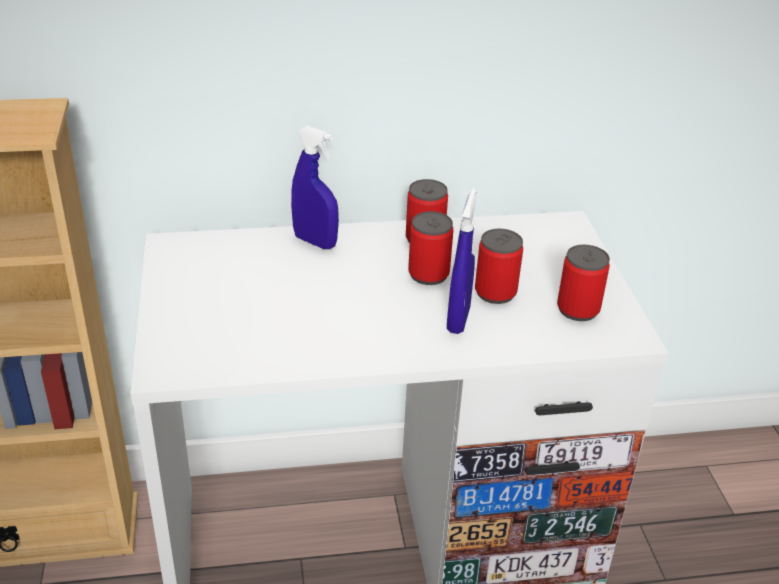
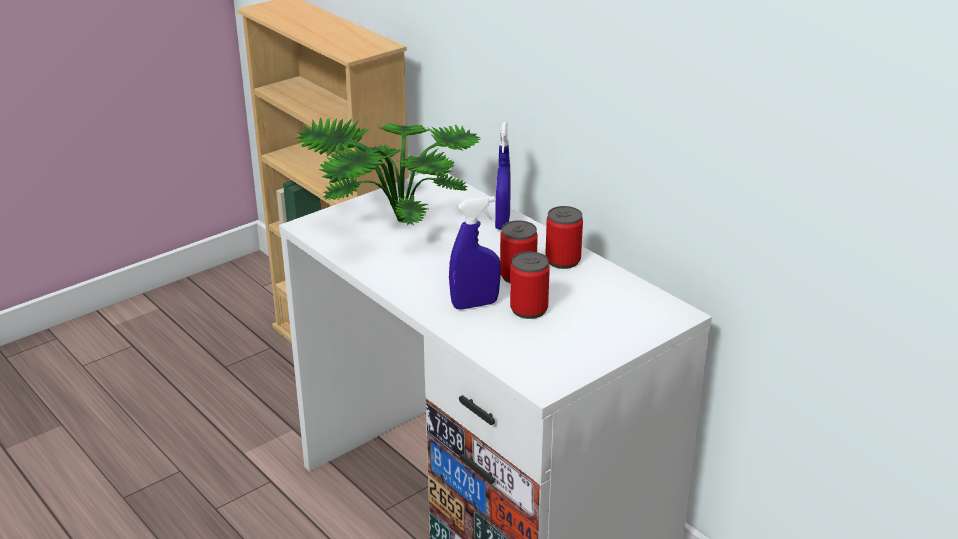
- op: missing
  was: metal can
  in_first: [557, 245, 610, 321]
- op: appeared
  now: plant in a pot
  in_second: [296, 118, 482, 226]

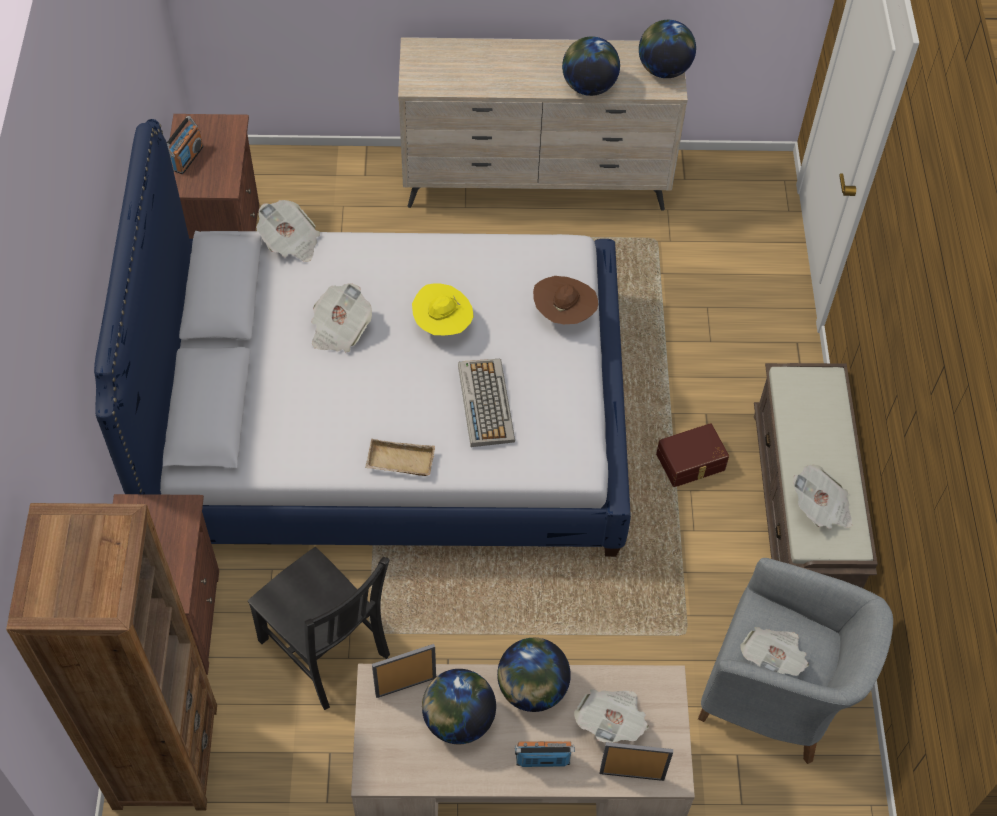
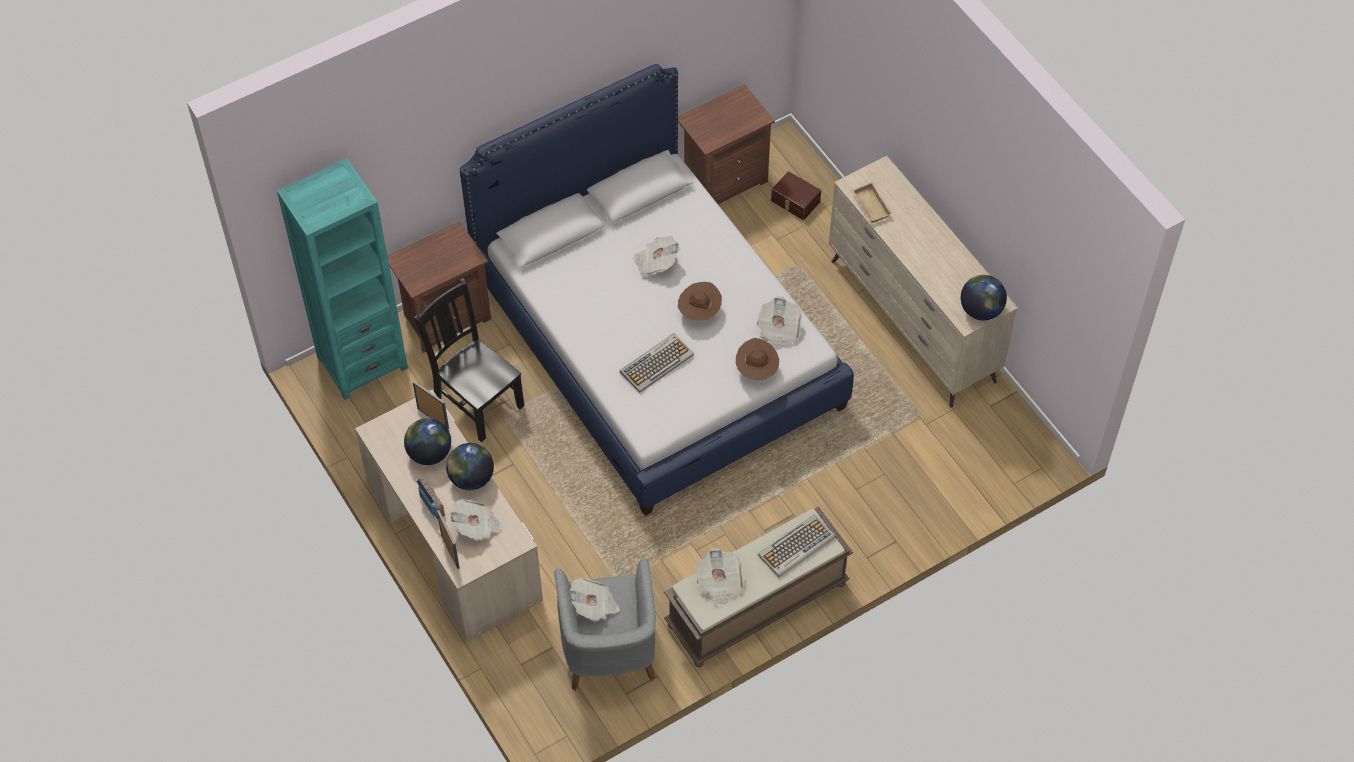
- op: missing
  was: world globe
  in_first: [562, 36, 620, 96]
- op: missing
  was: radio receiver
  in_first: [167, 116, 204, 174]
- op: relocated
  was: printed paper
  in_first: [256, 200, 320, 262]
  in_second: [757, 296, 802, 350]
- op: colour
  was: yellow-coloured hat
  now: brown-coloured hat
  in_first: [412, 283, 474, 335]
  in_second: [678, 282, 722, 321]
- op: relocated
  was: brown-coloured storage container
  in_first: [656, 423, 729, 487]
  in_second: [771, 171, 821, 220]
- op: relocated
  was: sand-coloured tray
  in_first: [365, 439, 435, 476]
  in_second: [851, 183, 892, 223]
- op: colour
  was: brown-coloured bookshelf
  now: blue-green bookshelf
  in_first: [6, 503, 217, 810]
  in_second: [277, 158, 408, 400]
- op: spun
  was: blackish plain chair
  in_first: [248, 547, 390, 710]
  in_second: [414, 278, 524, 442]
  clockwise: 120
- op: appeared
  now: keyboard
  in_second: [758, 514, 835, 578]

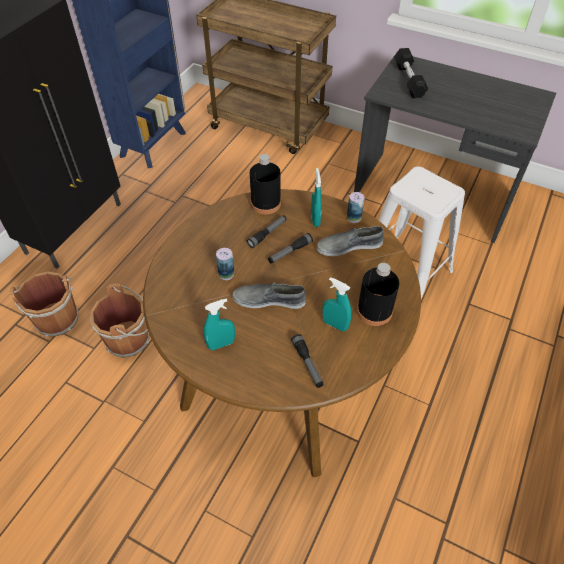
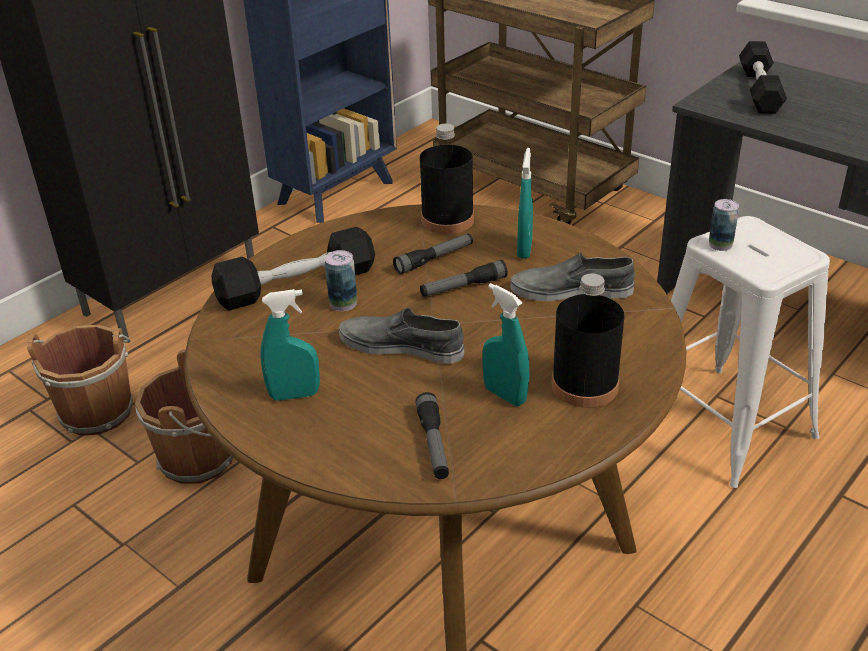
- op: relocated
  was: metal can
  in_first: [347, 192, 364, 223]
  in_second: [709, 199, 739, 251]
- op: appeared
  now: blackish free weight
  in_second: [212, 227, 375, 311]

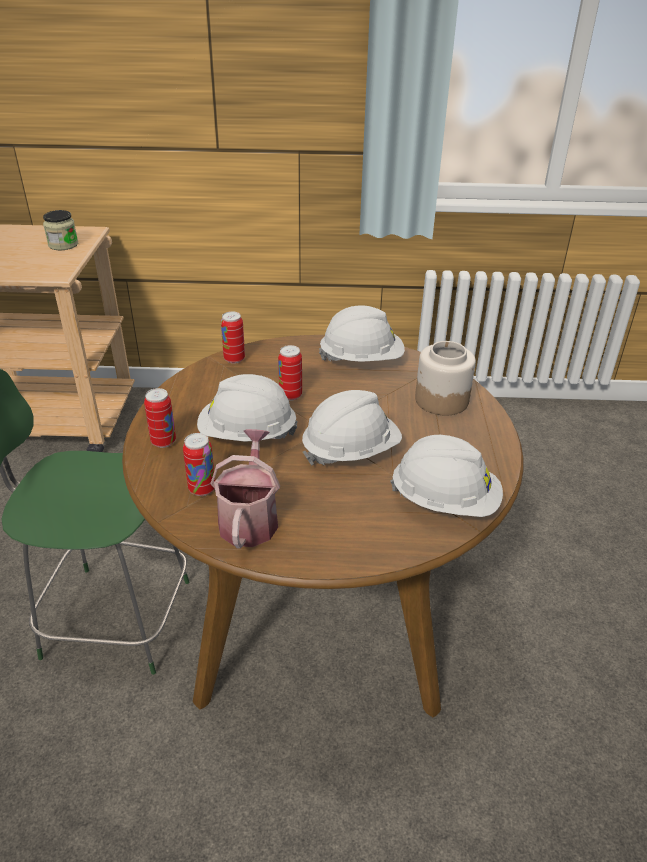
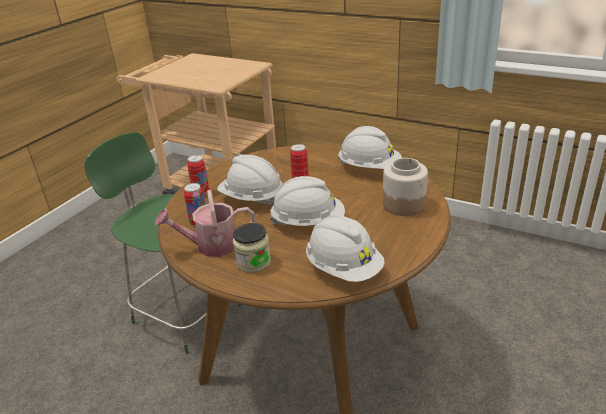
- op: relocated
  was: preserve jar
  in_first: [43, 210, 78, 250]
  in_second: [233, 223, 271, 273]
- op: missing
  was: metal can
  in_first: [221, 311, 245, 364]
- op: spun
  was: watering can
  in_first: [210, 429, 280, 549]
  in_second: [155, 190, 255, 257]
  clockwise: -135

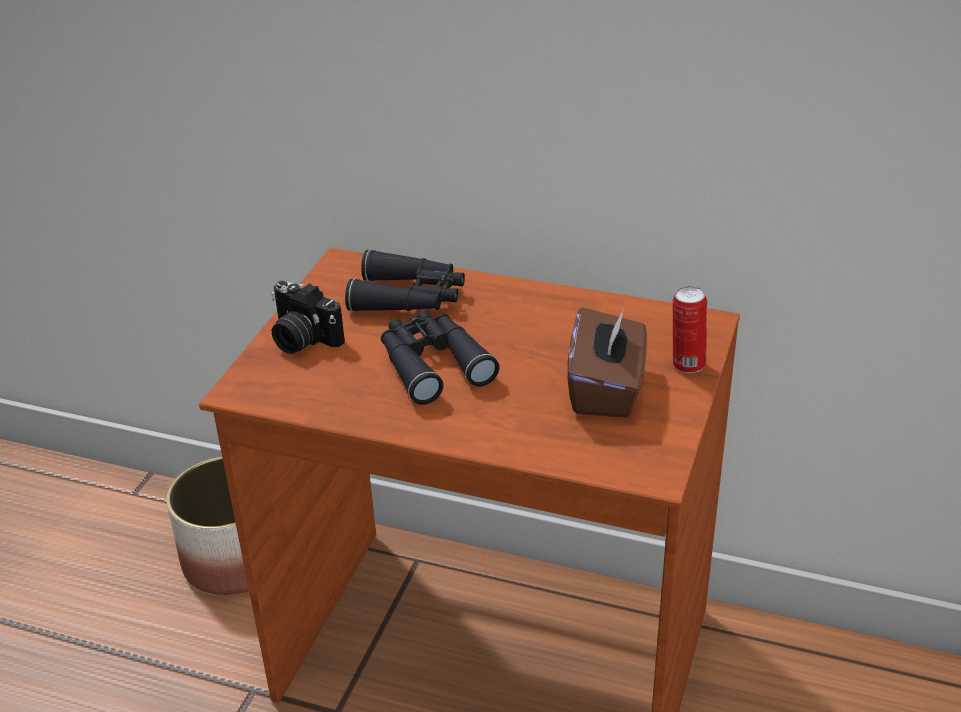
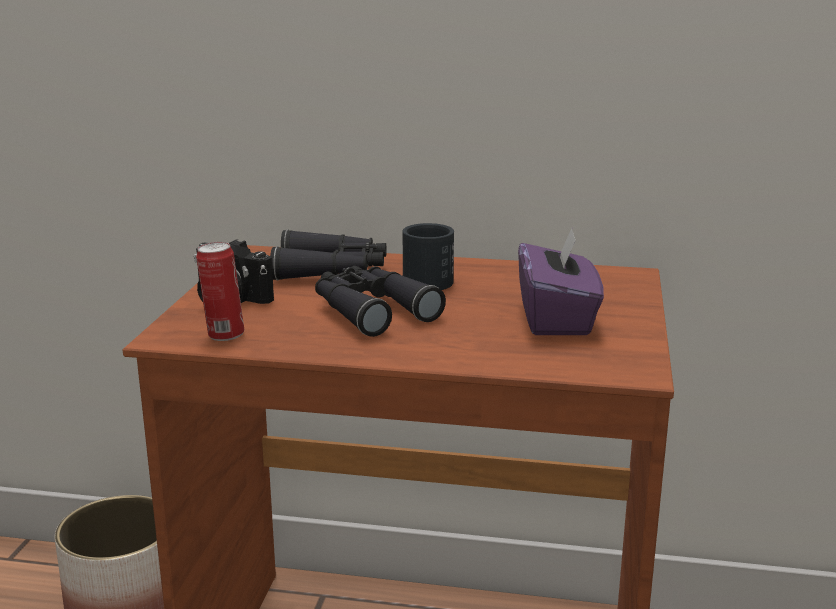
- op: relocated
  was: metal can
  in_first: [673, 286, 707, 373]
  in_second: [196, 242, 244, 341]
- op: colour
  was: brown-coloured tissue box
  now: purplish tissue box
  in_first: [567, 307, 647, 418]
  in_second: [518, 226, 604, 335]
- op: appeared
  now: blackish mug
  in_second: [402, 223, 454, 290]

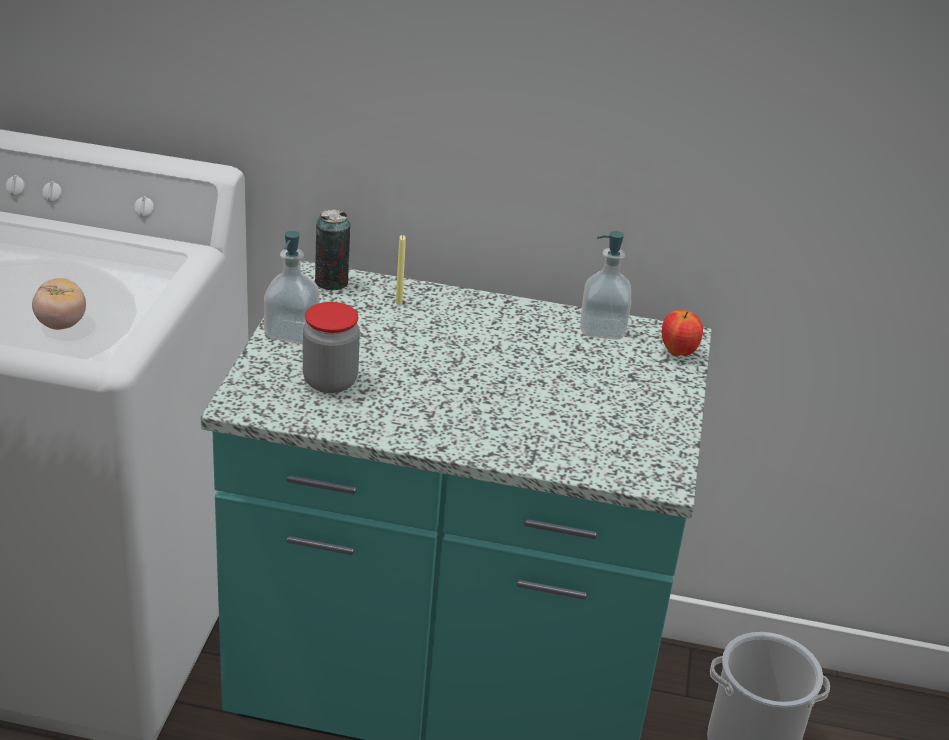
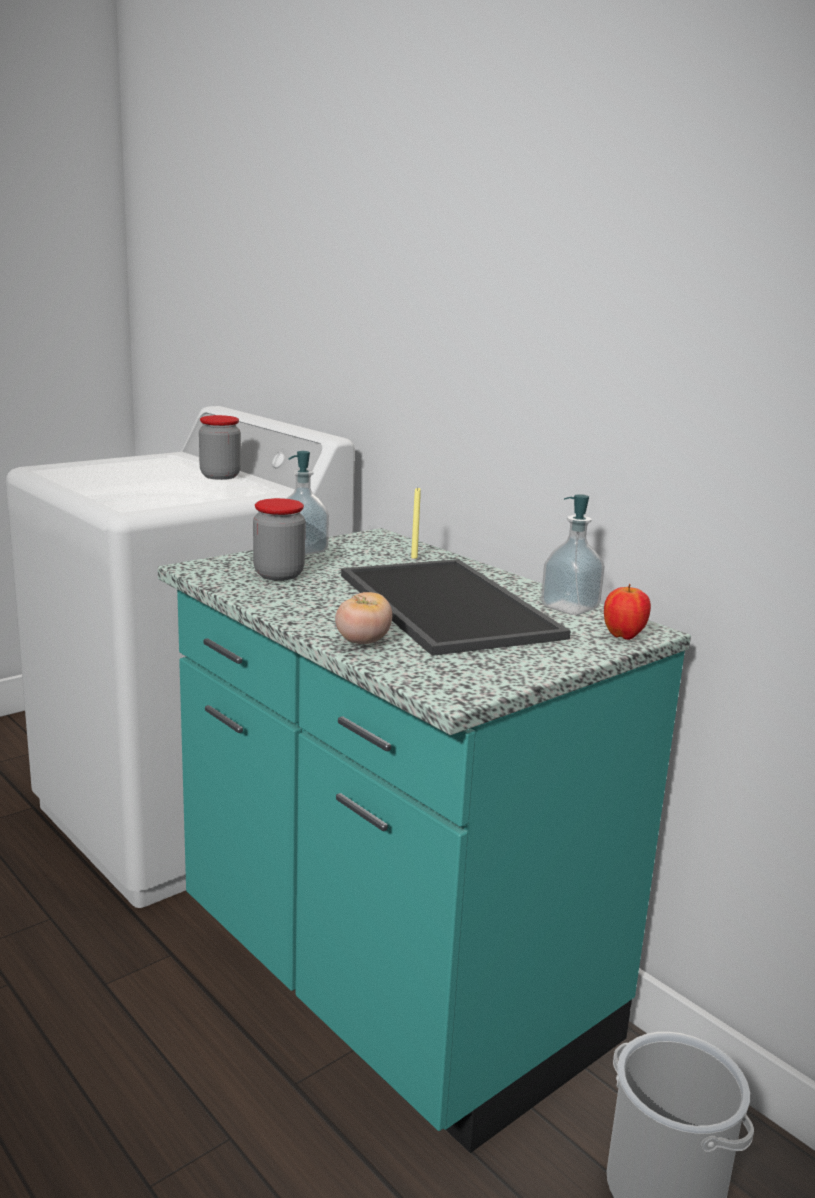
- op: missing
  was: metal can
  in_first: [315, 209, 350, 290]
- op: relocated
  was: tomato
  in_first: [32, 278, 86, 330]
  in_second: [335, 592, 392, 644]
- op: appeared
  now: preserve jar
  in_second: [199, 415, 241, 480]
- op: appeared
  now: tray
  in_second: [341, 559, 570, 656]

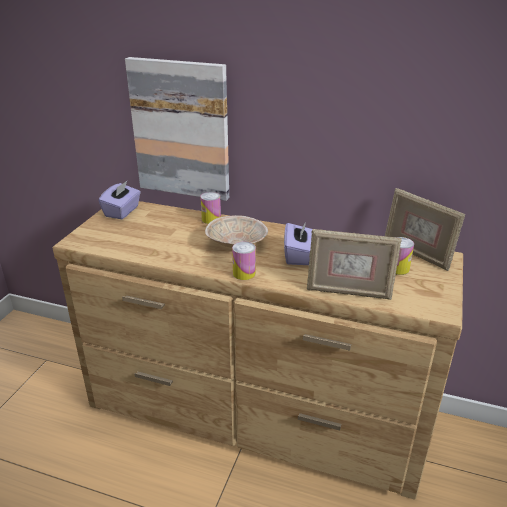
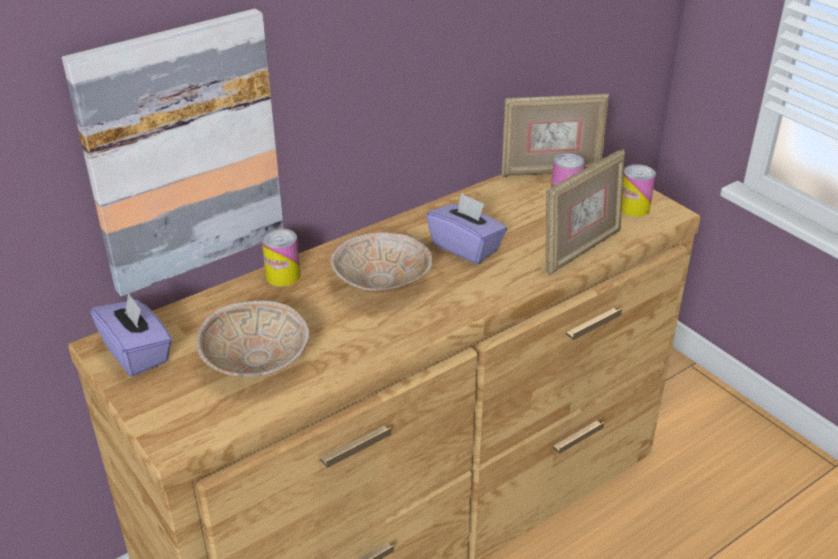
- op: relocated
  was: metal can
  in_first: [232, 242, 256, 280]
  in_second: [622, 164, 656, 217]
- op: appeared
  now: sand-coloured serving bowl
  in_second: [196, 301, 310, 377]

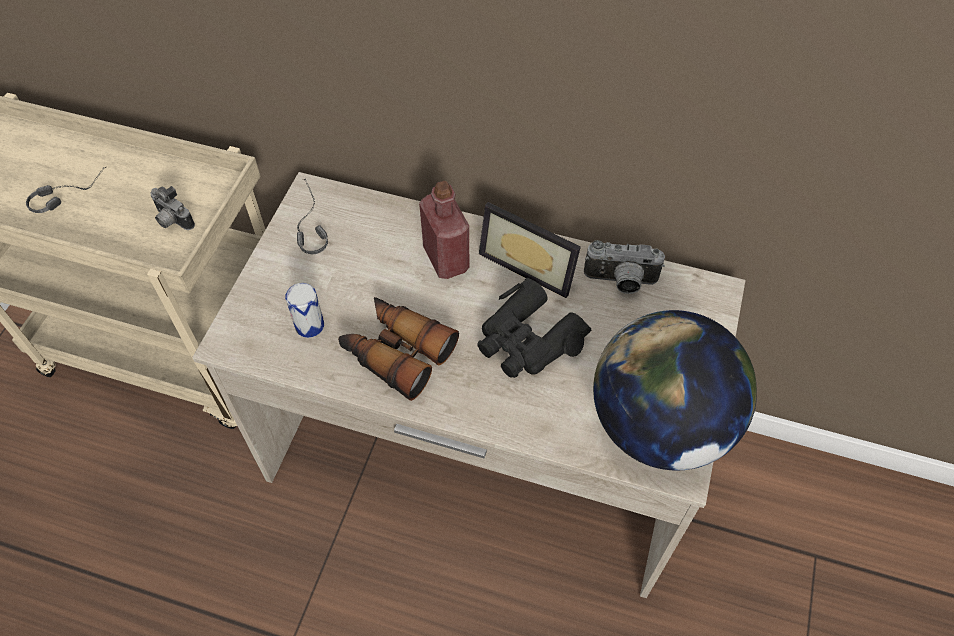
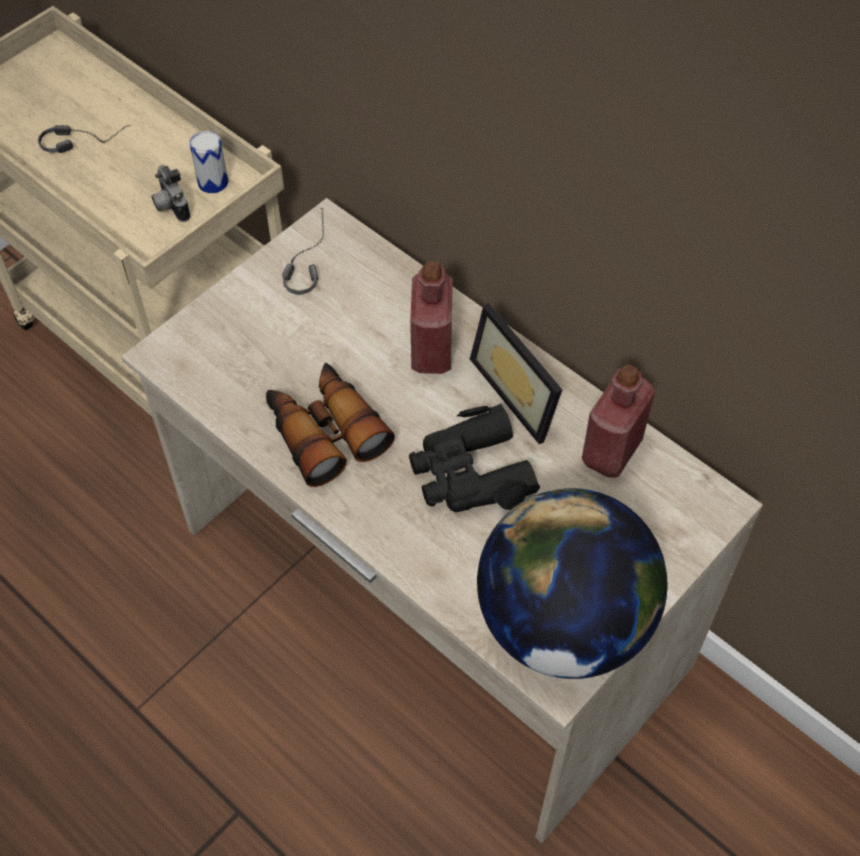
- op: exchanged
  was: photo camera
  now: reddish drink bottle
  in_first: [584, 240, 665, 294]
  in_second: [582, 364, 655, 478]
- op: relocated
  was: metal can
  in_first: [285, 283, 324, 338]
  in_second: [189, 131, 228, 193]

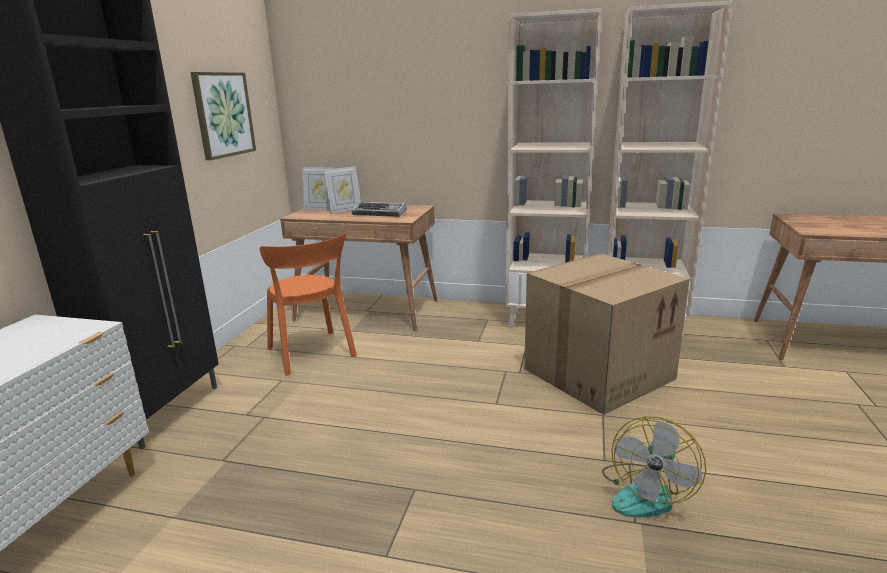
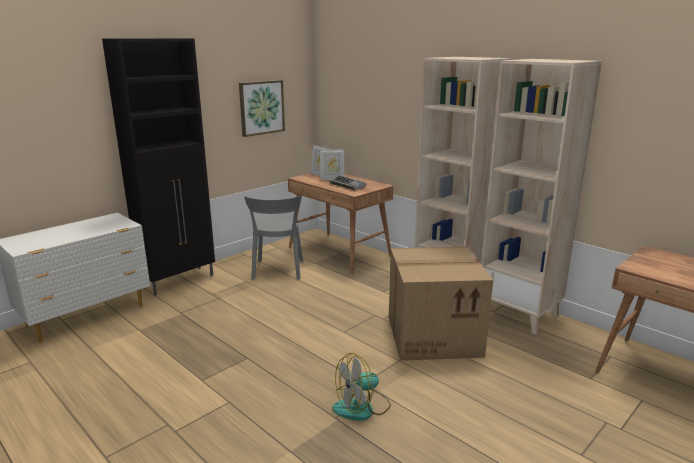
- op: colour
  was: orangey plain chair
  now: grey plain chair
  in_first: [260, 233, 357, 376]
  in_second: [244, 196, 303, 280]

